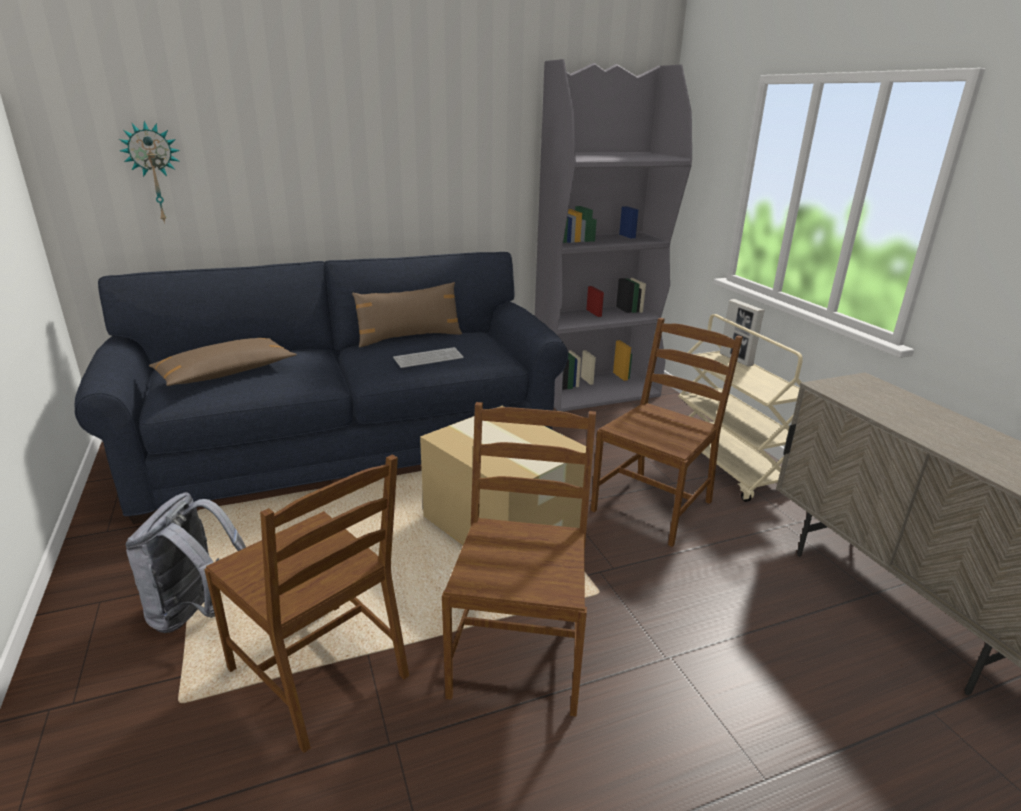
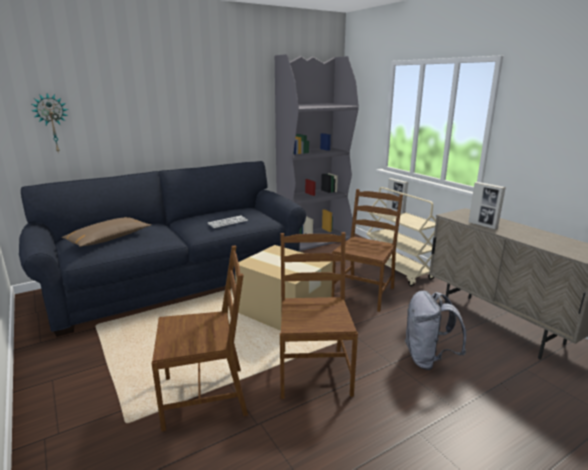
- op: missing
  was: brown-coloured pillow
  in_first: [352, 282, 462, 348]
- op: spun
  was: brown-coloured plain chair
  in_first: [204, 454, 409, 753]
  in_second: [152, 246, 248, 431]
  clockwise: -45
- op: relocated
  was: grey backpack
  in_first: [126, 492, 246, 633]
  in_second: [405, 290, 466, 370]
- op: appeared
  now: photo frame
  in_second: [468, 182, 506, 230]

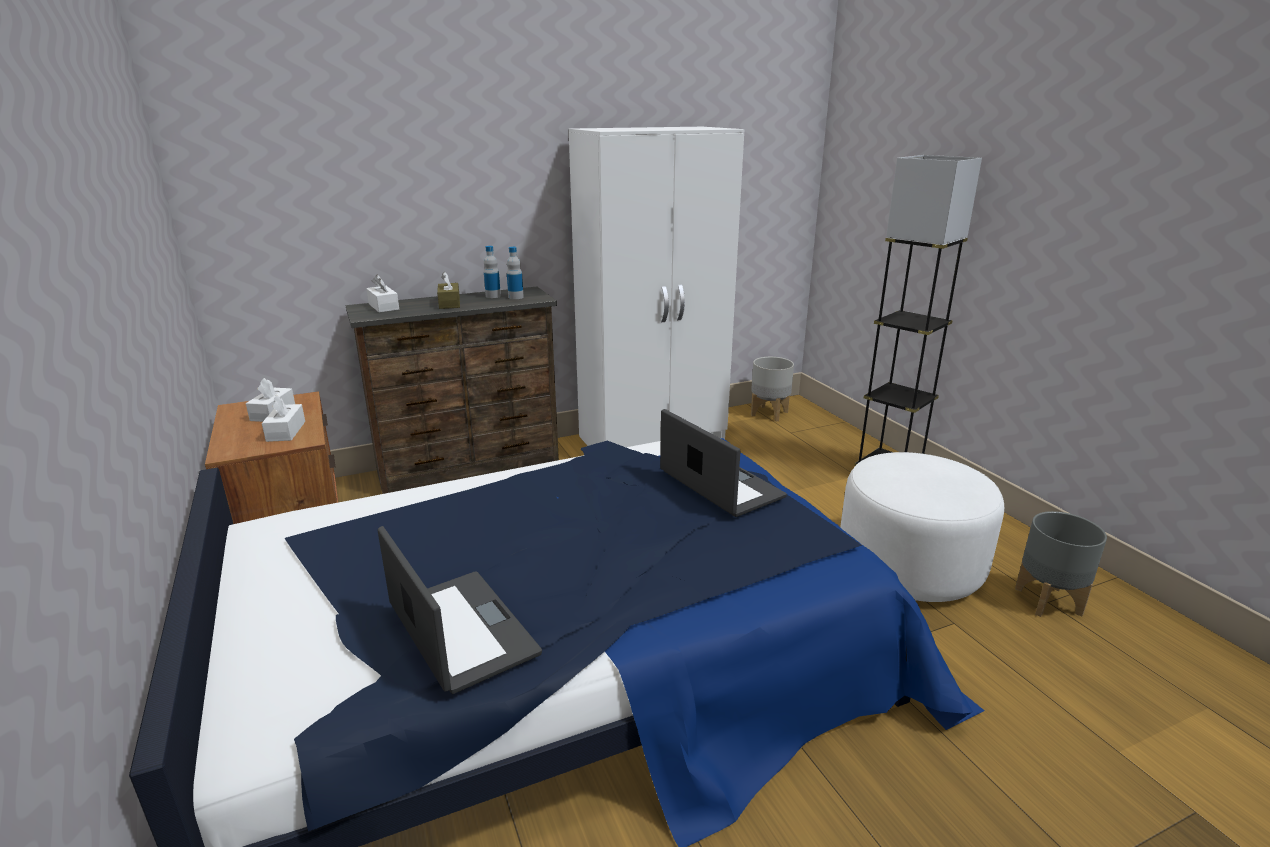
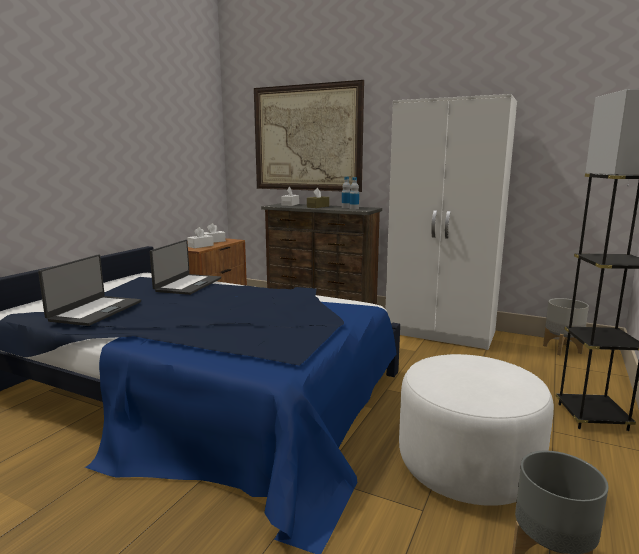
- op: relocated
  was: portable computer
  in_first: [660, 409, 787, 517]
  in_second: [149, 240, 221, 295]
- op: appeared
  now: wall art
  in_second: [254, 80, 364, 192]

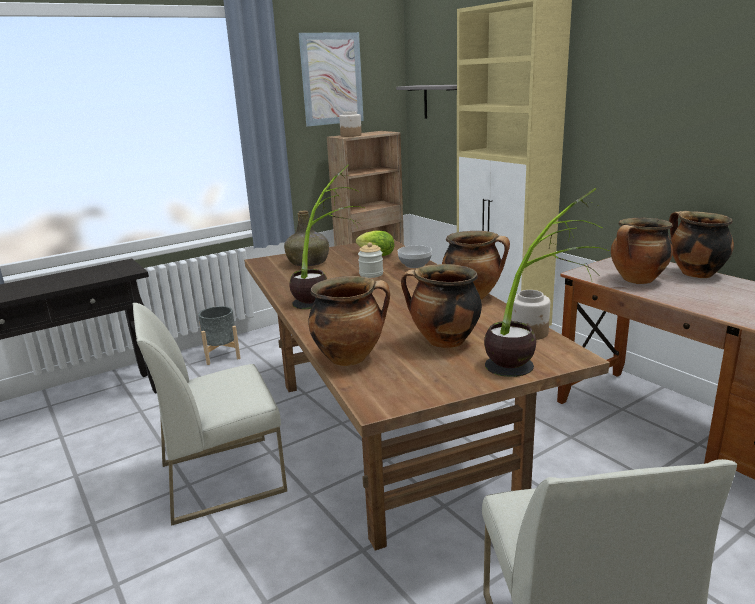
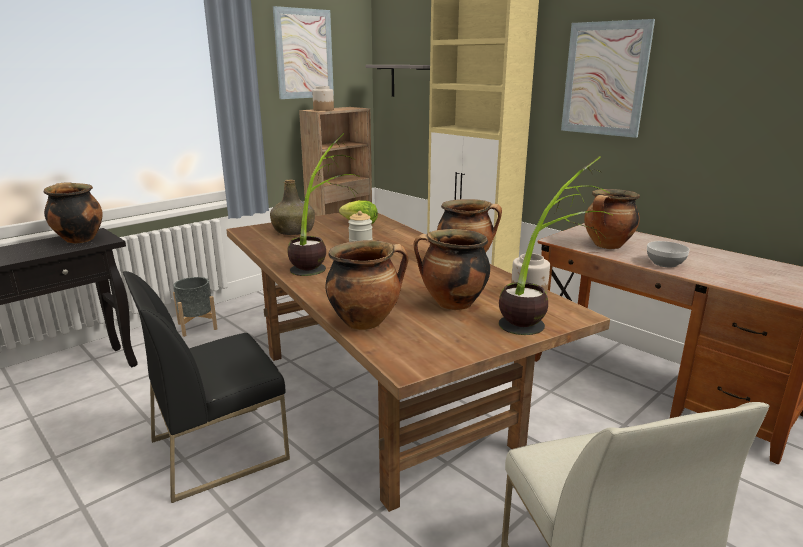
- op: relocated
  was: stockpot
  in_first: [669, 211, 734, 278]
  in_second: [44, 182, 103, 243]
- op: relocated
  was: serving bowl
  in_first: [398, 245, 432, 268]
  in_second: [647, 241, 690, 267]
- op: colour
  was: white-coloured plain chair
  now: blackish plain chair
  in_first: [132, 303, 287, 526]
  in_second: [123, 271, 290, 503]
- op: appeared
  now: wall art
  in_second: [561, 19, 655, 138]

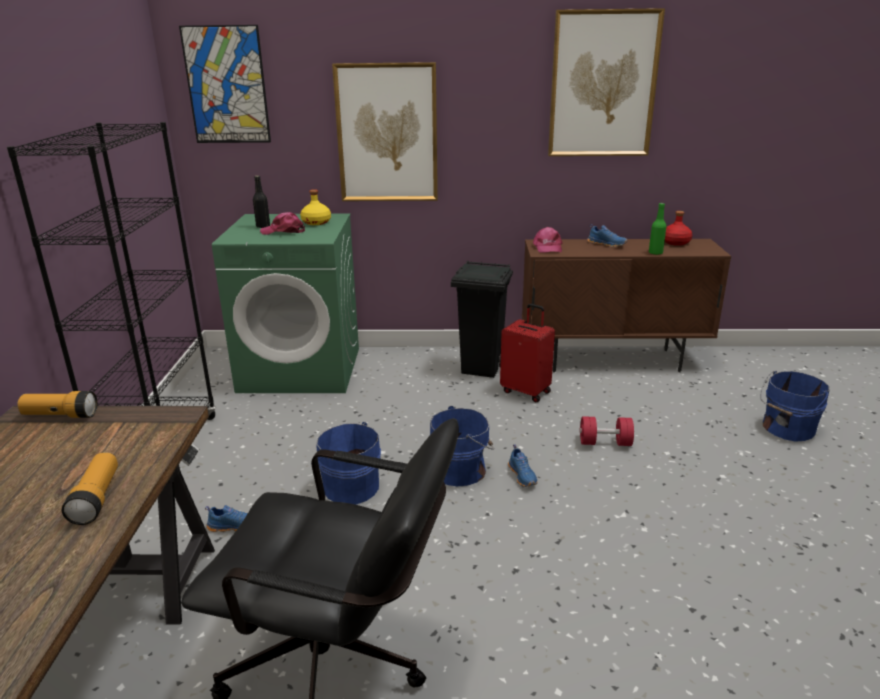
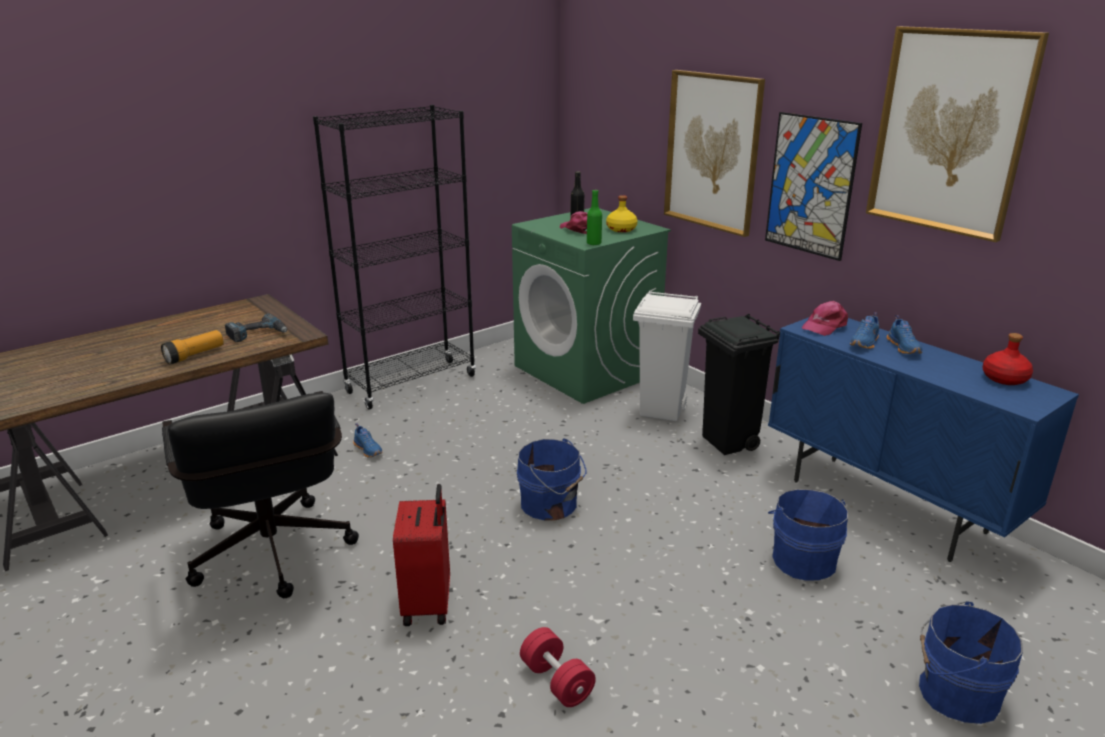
- op: relocated
  was: wall art
  in_first: [179, 25, 271, 143]
  in_second: [765, 112, 862, 261]
- op: relocated
  was: green-coloured drink bottle
  in_first: [649, 203, 666, 255]
  in_second: [587, 190, 602, 245]
- op: colour
  was: brown-coloured cabinet
  now: bluish cabinet
  in_first: [522, 239, 731, 372]
  in_second: [768, 317, 1079, 562]
- op: relocated
  was: reddish travel case
  in_first: [500, 304, 555, 402]
  in_second: [393, 484, 450, 626]
- op: missing
  was: torch
  in_first: [18, 391, 98, 418]
- op: relocated
  was: reddish free weight
  in_first: [580, 416, 634, 446]
  in_second: [520, 627, 596, 707]
- op: relocated
  was: bluish bucket
  in_first: [311, 422, 381, 505]
  in_second: [768, 489, 848, 581]
- op: relocated
  was: bluish shoe
  in_first: [508, 444, 537, 487]
  in_second: [850, 312, 879, 349]
- op: appeared
  now: white-coloured waste bin
  in_second: [633, 291, 701, 421]
- op: appeared
  now: power drill
  in_second: [225, 313, 287, 342]

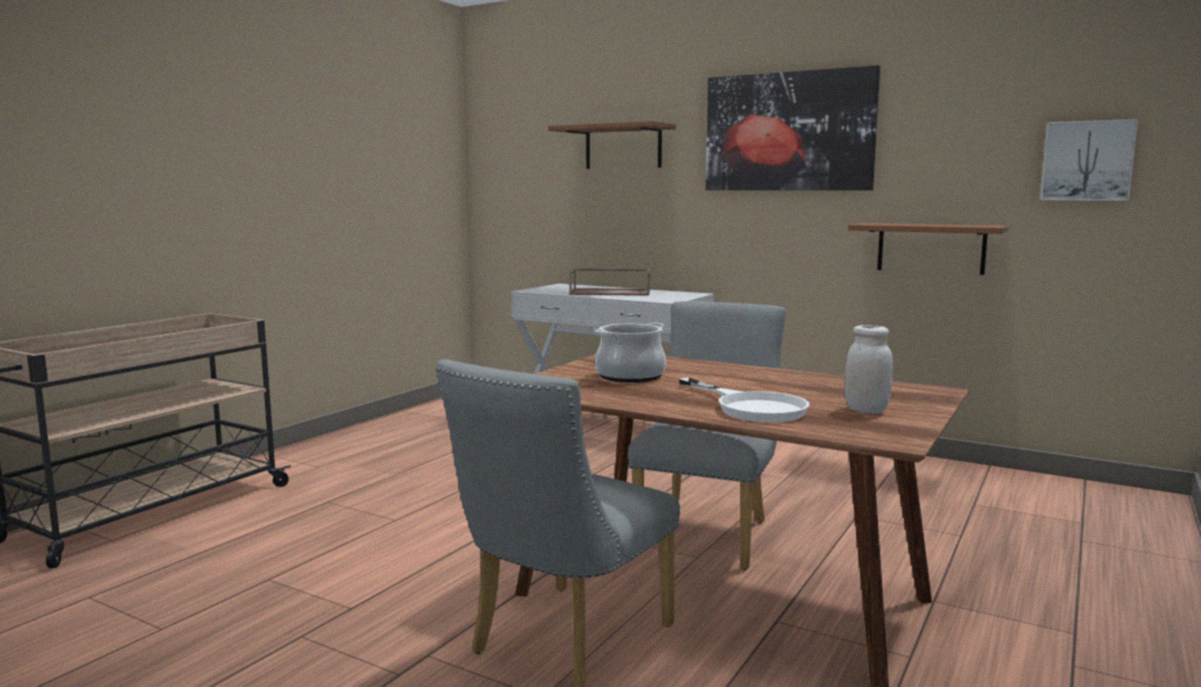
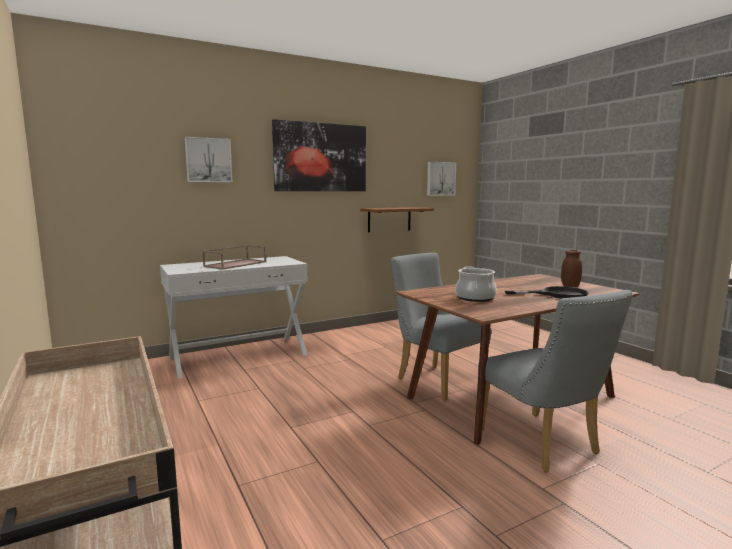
- op: exchanged
  was: brown-coloured shelf
  now: wall art
  in_first: [548, 121, 676, 169]
  in_second: [185, 137, 232, 182]
- op: colour
  was: white-coloured preserve jar
  now: brown-coloured preserve jar
  in_first: [844, 325, 893, 414]
  in_second: [561, 250, 582, 287]
- op: colour
  was: white-coloured frying pan
  now: blackish frying pan
  in_first: [679, 378, 809, 422]
  in_second: [505, 286, 589, 299]

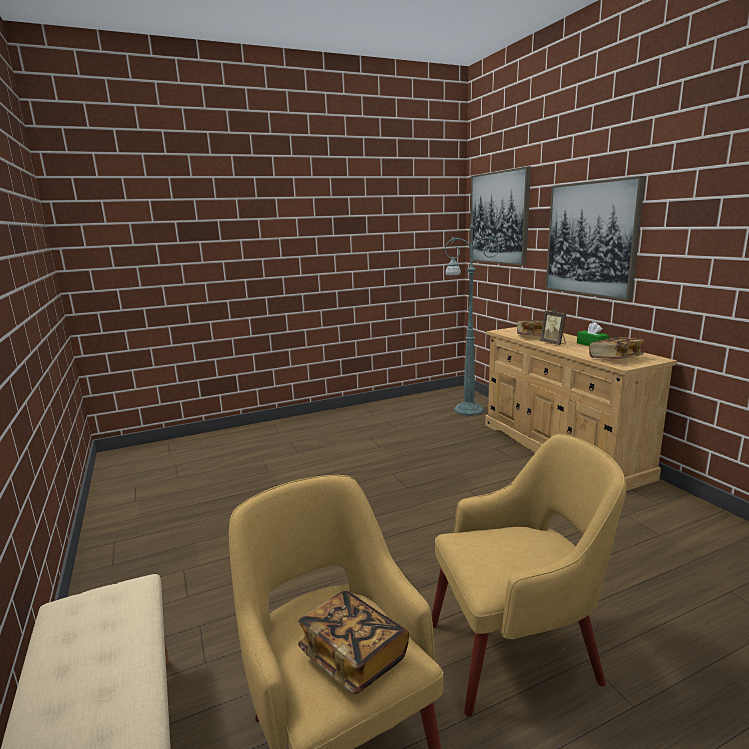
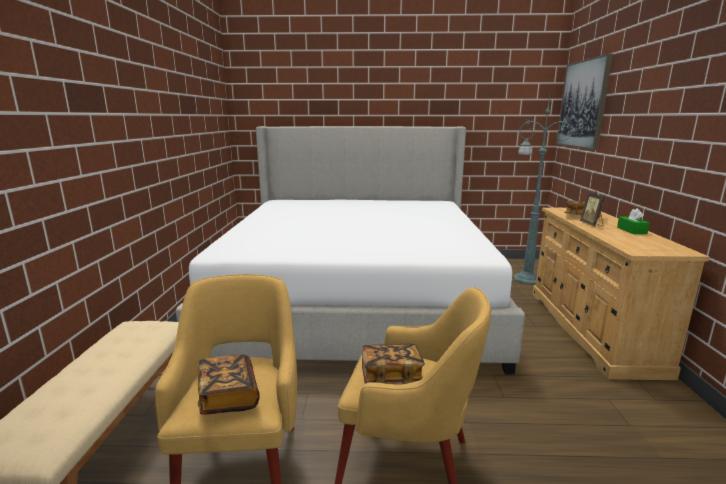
- op: missing
  was: wall art
  in_first: [546, 176, 646, 301]
- op: relocated
  was: volume
  in_first: [589, 337, 644, 359]
  in_second: [361, 344, 425, 384]
- op: appeared
  now: bedroom bed
  in_second: [176, 126, 525, 375]

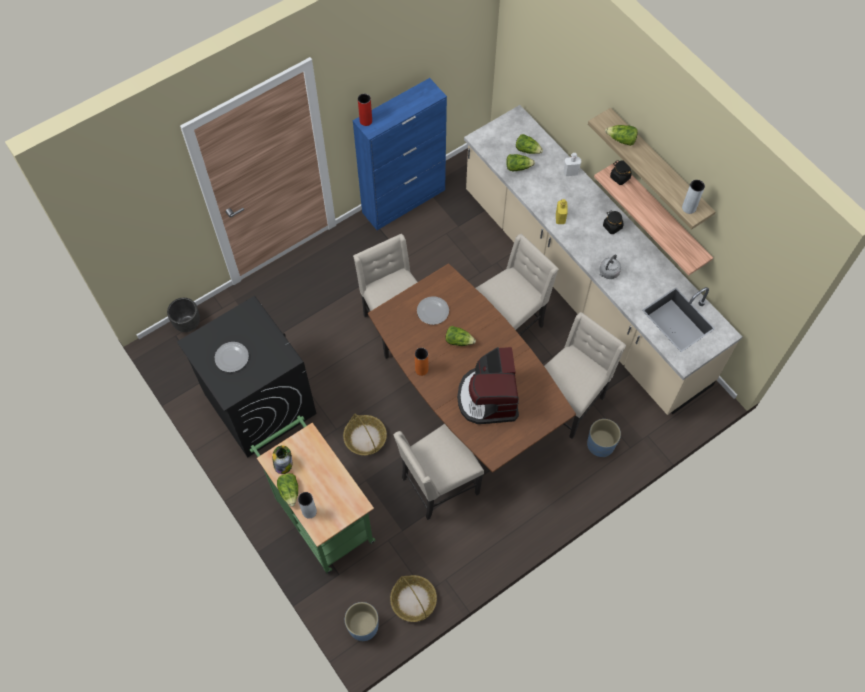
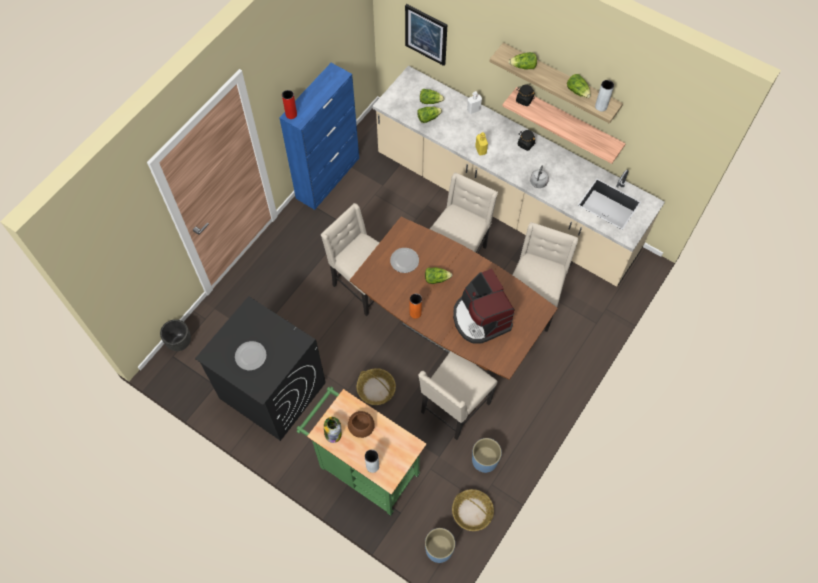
- op: relocated
  was: bluish planter
  in_first: [587, 419, 621, 457]
  in_second: [472, 438, 502, 473]
- op: relocated
  was: lettuce head
  in_first: [277, 473, 298, 507]
  in_second: [567, 74, 591, 98]
- op: appeared
  now: wall art
  in_second: [405, 4, 447, 66]
- op: appeared
  now: brown-coloured serving bowl
  in_second: [348, 411, 375, 438]

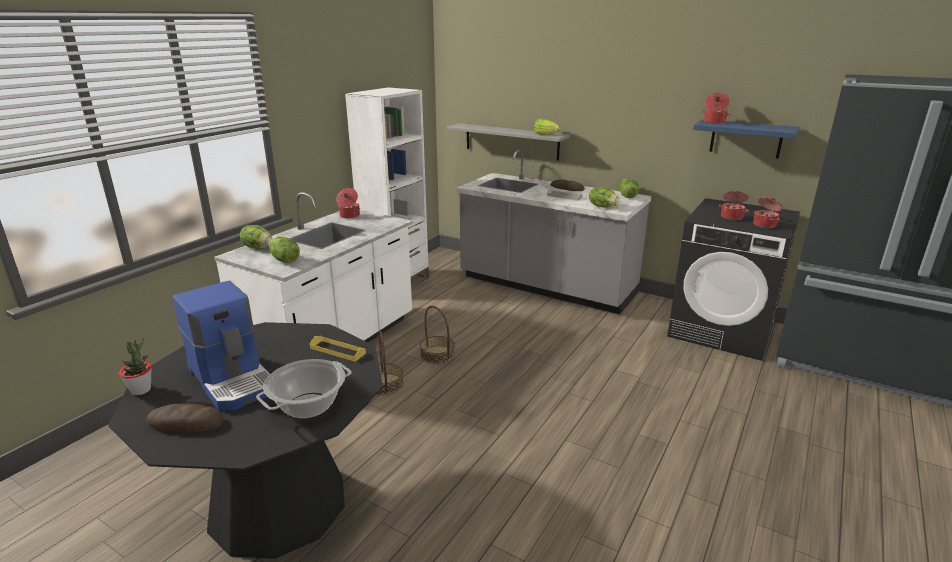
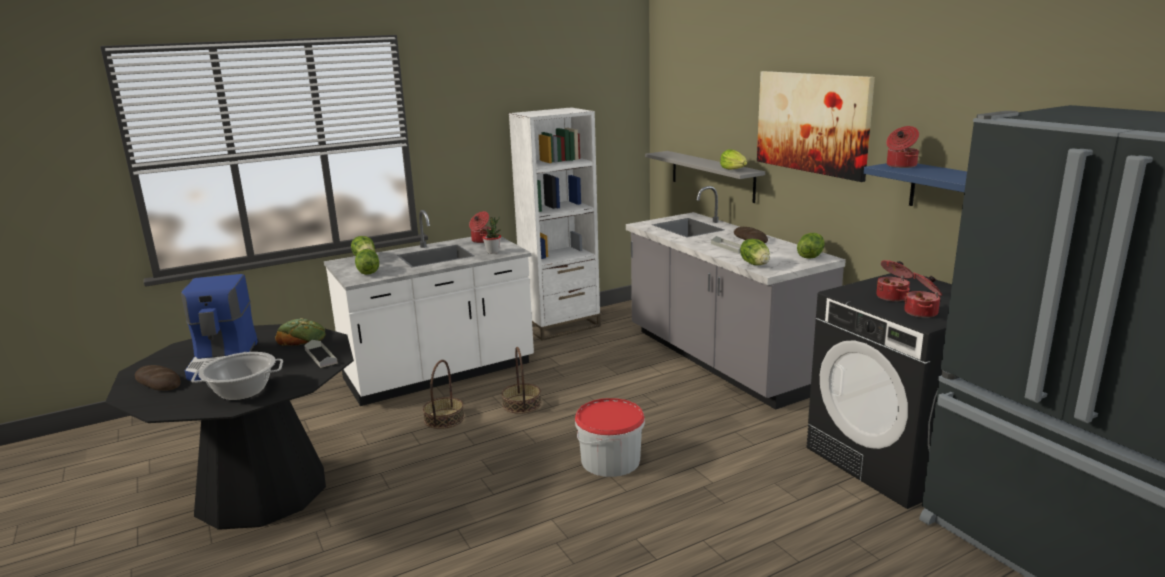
- op: colour
  was: yellow-coloured tray
  now: grey tray
  in_first: [310, 336, 366, 362]
  in_second: [304, 340, 338, 368]
- op: relocated
  was: plant in a pot
  in_first: [119, 339, 152, 395]
  in_second: [483, 217, 501, 254]
- op: appeared
  now: wall art
  in_second: [757, 71, 875, 182]
- op: appeared
  now: baked bread
  in_second: [275, 318, 326, 346]
- op: appeared
  now: bucket
  in_second: [575, 398, 645, 477]

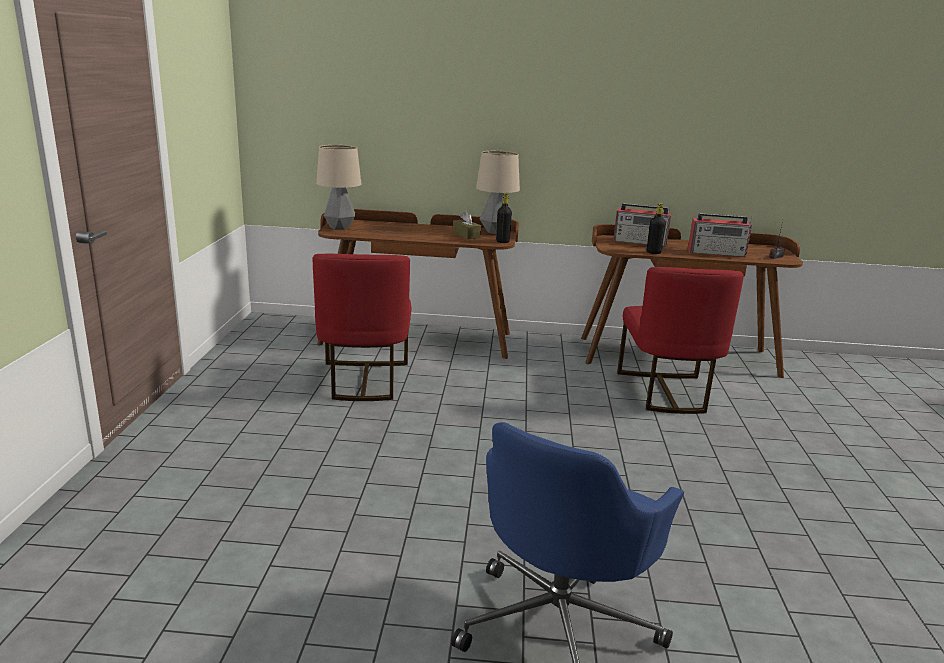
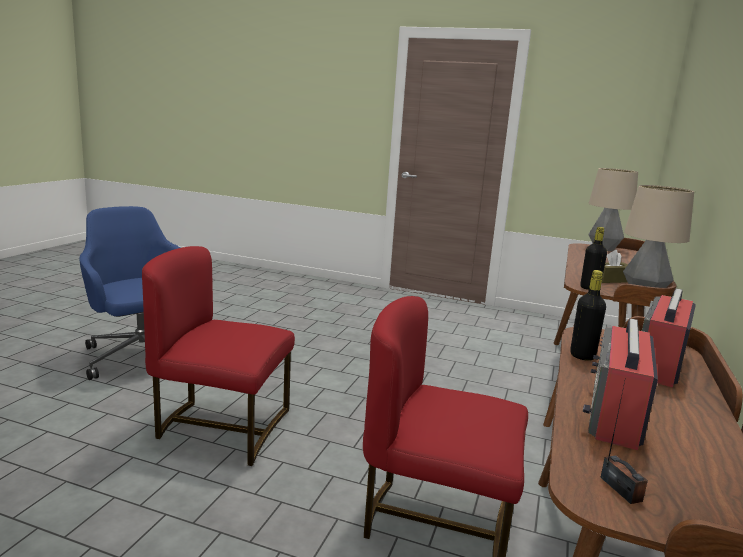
- op: relocated
  was: reddish plain chair
  in_first: [312, 254, 411, 401]
  in_second: [142, 246, 295, 466]

